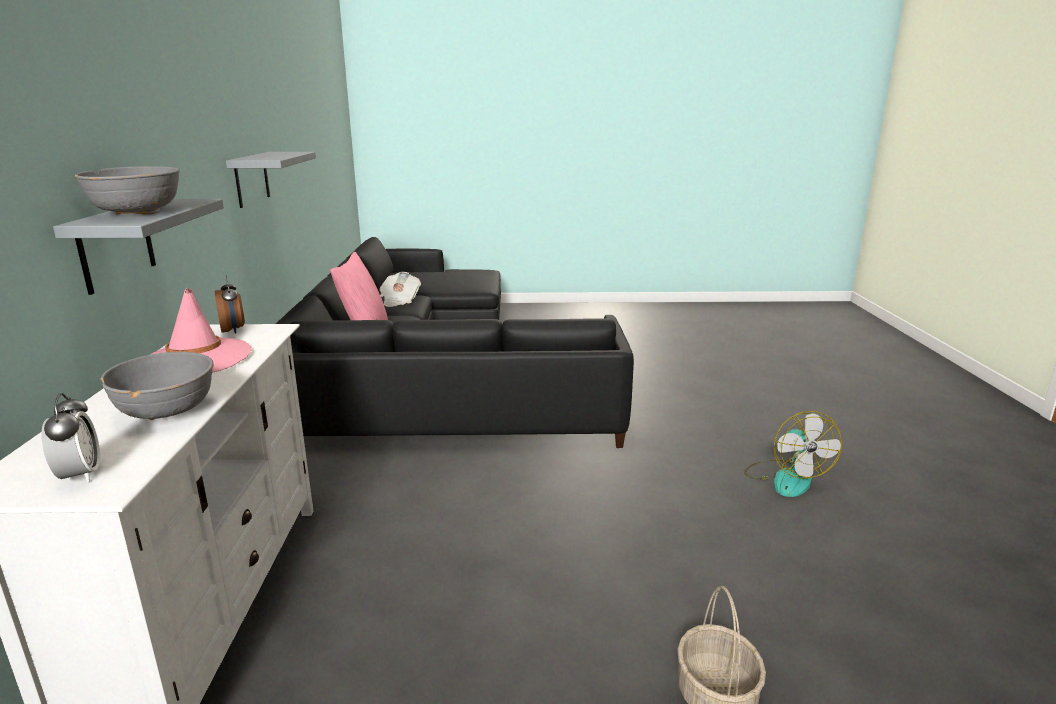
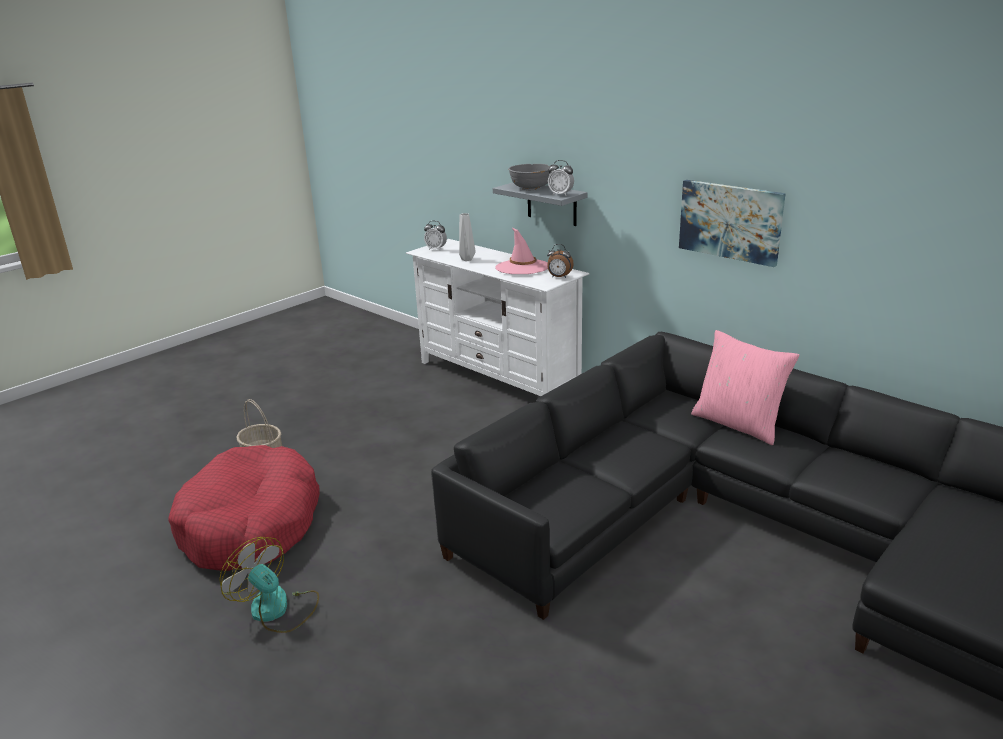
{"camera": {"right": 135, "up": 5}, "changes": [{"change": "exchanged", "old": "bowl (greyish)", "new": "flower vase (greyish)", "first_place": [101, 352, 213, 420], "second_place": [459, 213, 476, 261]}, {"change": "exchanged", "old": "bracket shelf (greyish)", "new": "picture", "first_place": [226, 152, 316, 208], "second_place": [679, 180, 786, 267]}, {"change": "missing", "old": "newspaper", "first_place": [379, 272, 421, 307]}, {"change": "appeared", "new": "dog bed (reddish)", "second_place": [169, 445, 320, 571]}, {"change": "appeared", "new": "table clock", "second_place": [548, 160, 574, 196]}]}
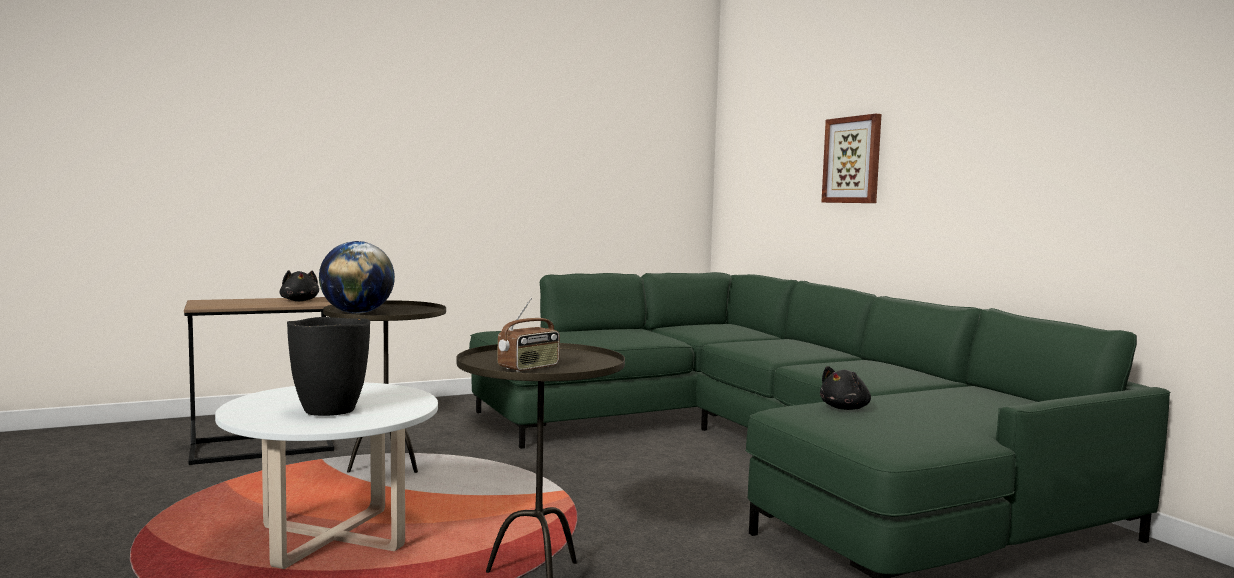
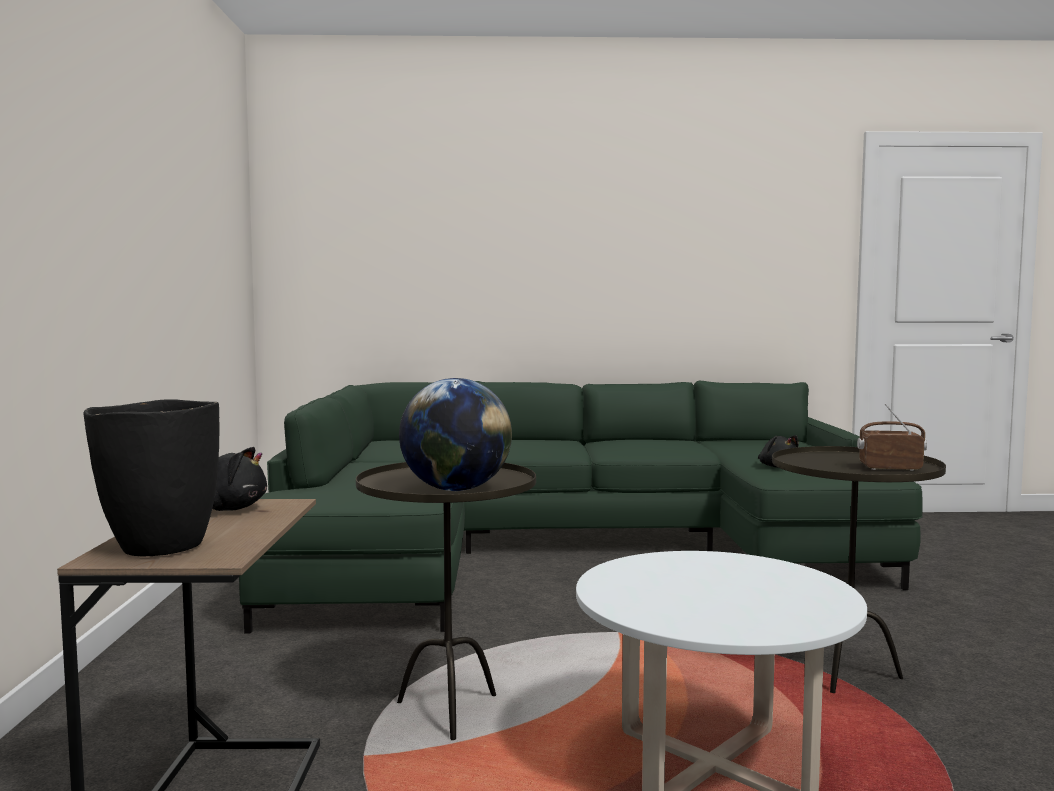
{"camera": {"right": -65, "up": 0}, "changes": [{"change": "relocated", "old": "flower vase (black-coloured)", "first_place": [287, 317, 370, 416], "second_place": [83, 399, 219, 557]}, {"change": "spun", "old": "radio receiver", "first_place": [498, 298, 560, 372], "second_place": [857, 404, 927, 471], "degrees": -60}, {"change": "missing", "old": "picture", "first_place": [821, 114, 881, 203]}]}
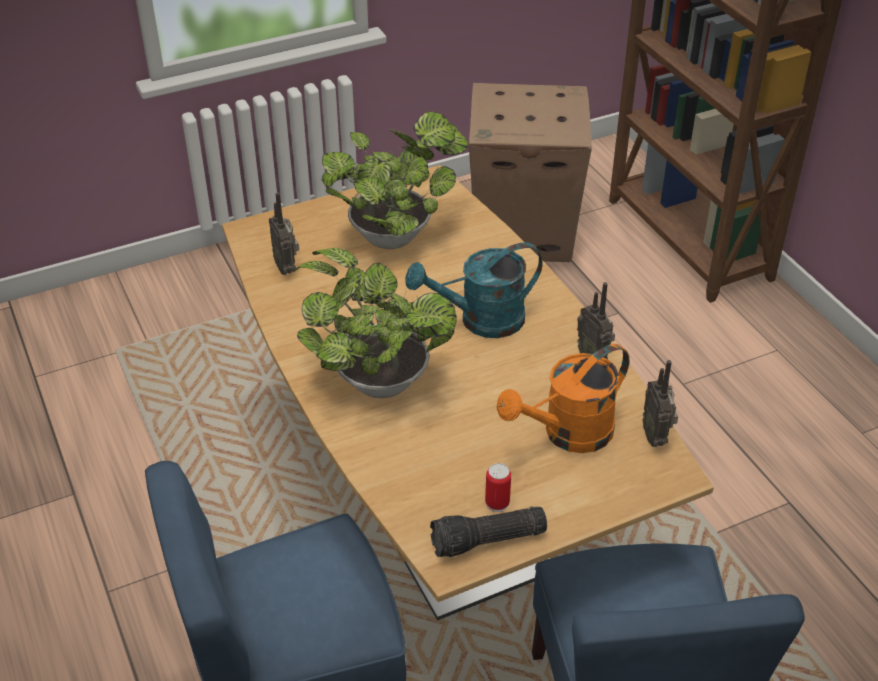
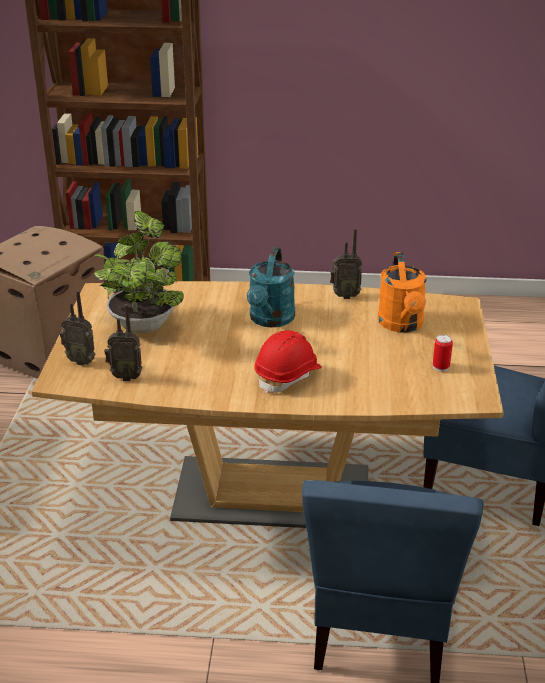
{"camera": {"right": -60, "up": -10}, "changes": [{"change": "exchanged", "old": "houseplant", "new": "safety helmet (reddish)", "first_place": [293, 248, 457, 398], "second_place": [254, 330, 322, 394]}, {"change": "missing", "old": "flashlight", "first_place": [430, 507, 547, 557]}, {"change": "relocated", "old": "radio receiver", "first_place": [643, 360, 678, 447], "second_place": [60, 290, 95, 366]}]}
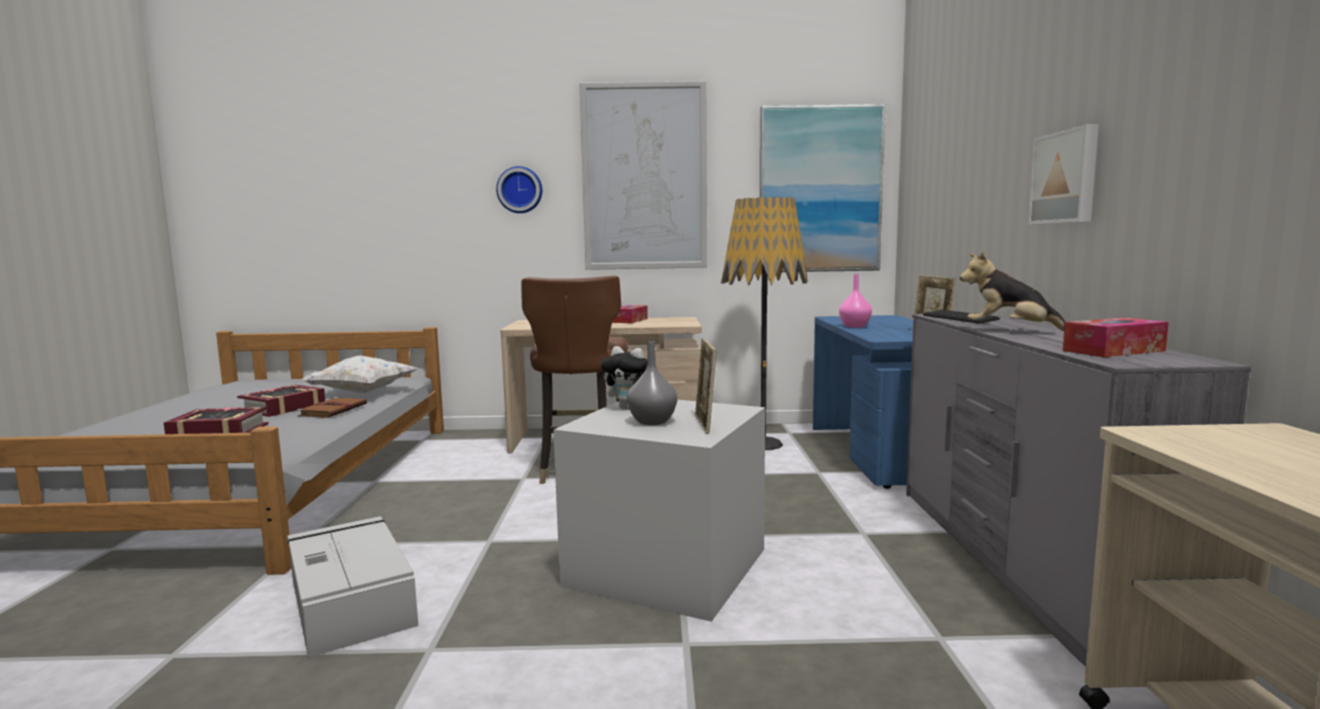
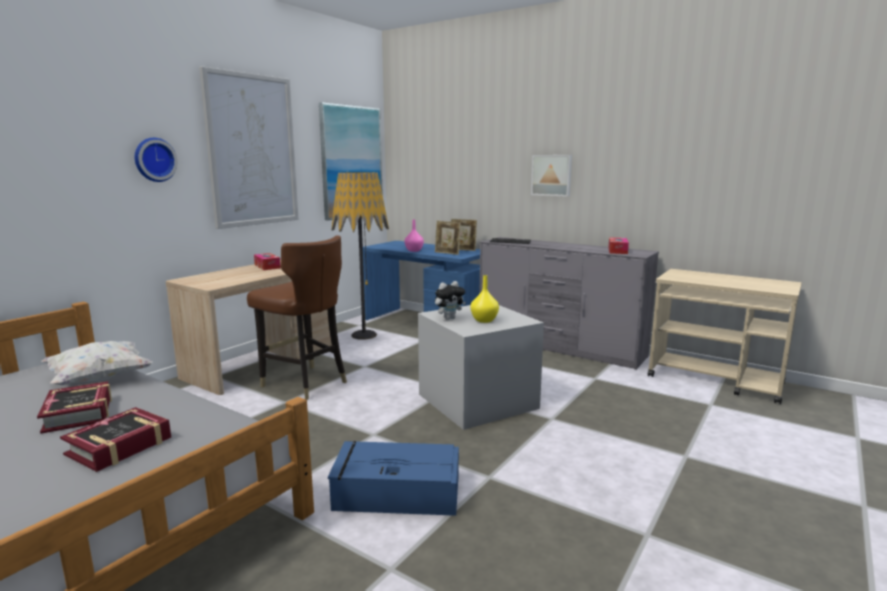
{"camera": {"right": -55, "up": 5}, "changes": [{"change": "colour", "old": "storage box (greyish)", "new": "storage box (blue)", "first_place": [287, 516, 418, 658], "second_place": [328, 441, 459, 516]}, {"change": "missing", "old": "volume (brown)", "first_place": [297, 397, 367, 418]}, {"change": "colour", "old": "flower vase (greyish)", "new": "flower vase (yellowish)", "first_place": [627, 341, 677, 425], "second_place": [471, 275, 499, 323]}, {"change": "relocated", "old": "standing frame", "first_place": [695, 338, 717, 434], "second_place": [435, 220, 461, 255]}, {"change": "missing", "old": "plush toy", "first_place": [960, 251, 1066, 331]}]}
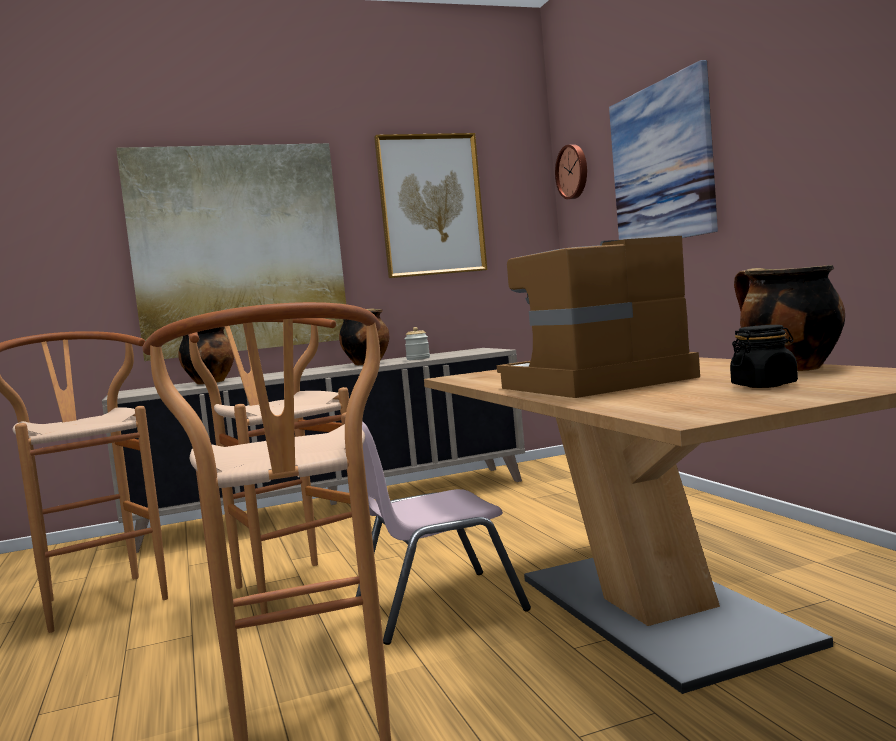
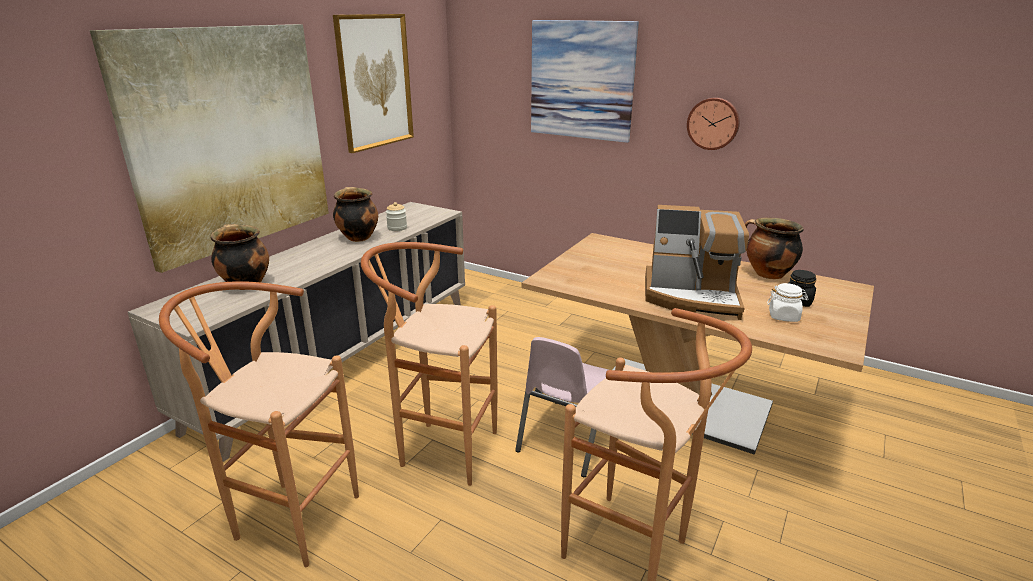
{"camera": {"right": -40, "up": 20}, "changes": [{"change": "spun", "old": "coffee machine", "first_place": [497, 236, 700, 398], "second_place": [645, 205, 749, 320], "degrees": -105}, {"change": "relocated", "old": "hanging clock", "first_place": [555, 144, 587, 199], "second_place": [687, 97, 740, 150]}, {"change": "appeared", "new": "jar (white)", "second_place": [767, 283, 808, 322]}]}
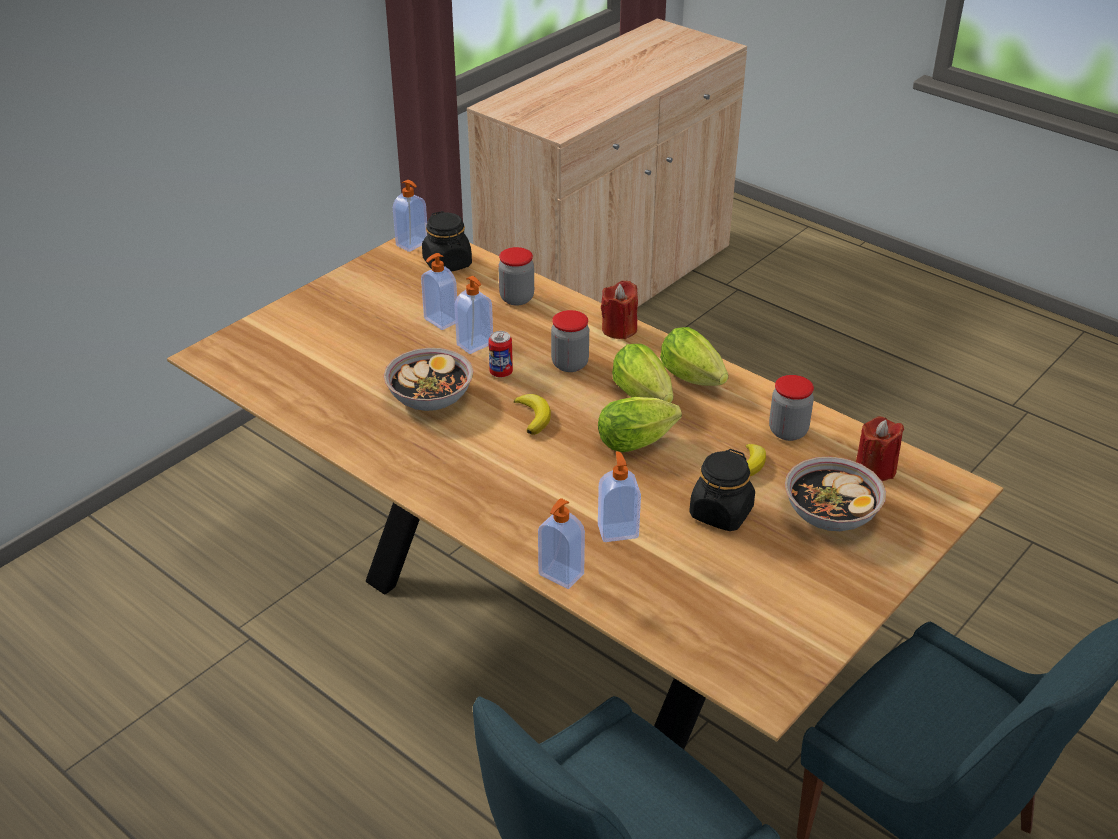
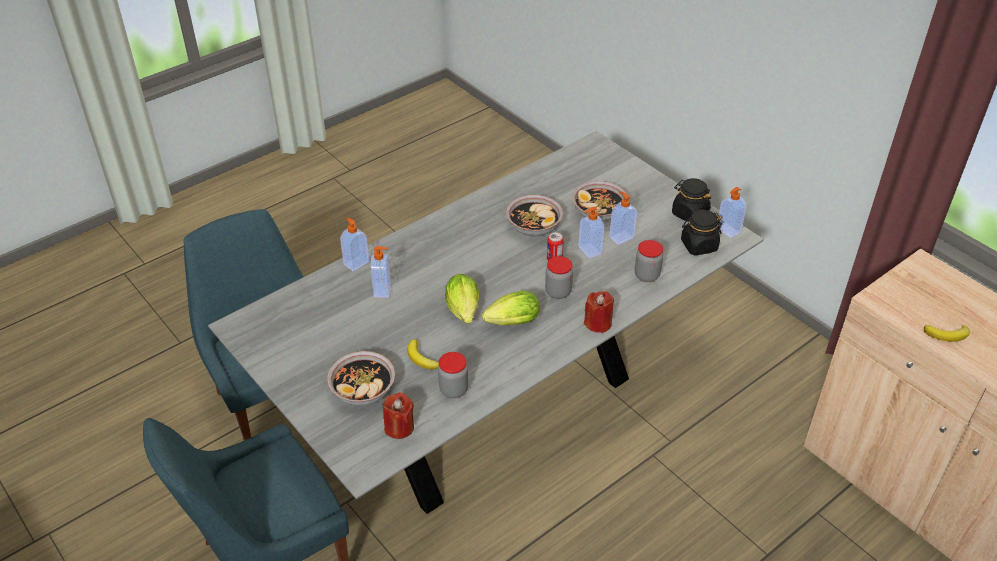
{"camera": {"right": 100, "up": 5}, "changes": [{"change": "colour", "old": "dinner table (brown)", "new": "dinner table (greyish)", "first_place": [167, 238, 1004, 749], "second_place": [208, 131, 764, 514]}, {"change": "relocated", "old": "whole banana", "first_place": [514, 394, 551, 435], "second_place": [924, 325, 970, 342]}, {"change": "missing", "old": "lettuce", "first_place": [660, 327, 728, 386]}, {"change": "relocated", "old": "jar (black-coloured)", "first_place": [689, 449, 755, 531], "second_place": [672, 178, 711, 222]}, {"change": "appeared", "new": "bowl", "second_place": [572, 181, 626, 222]}]}
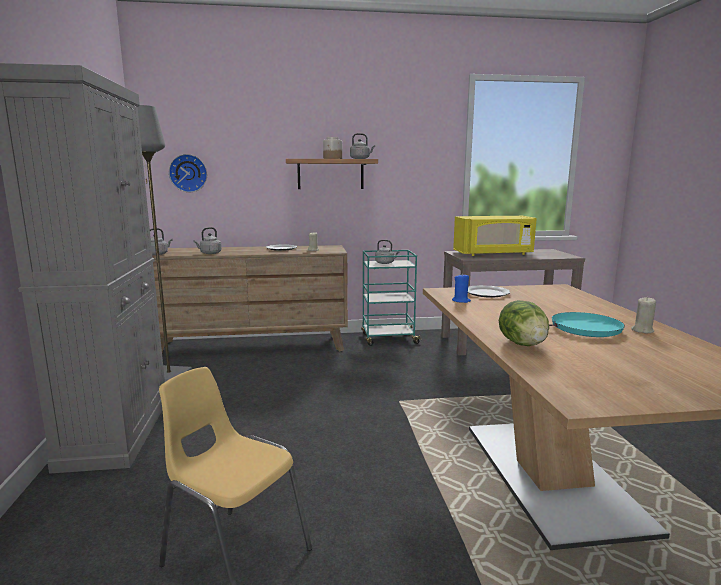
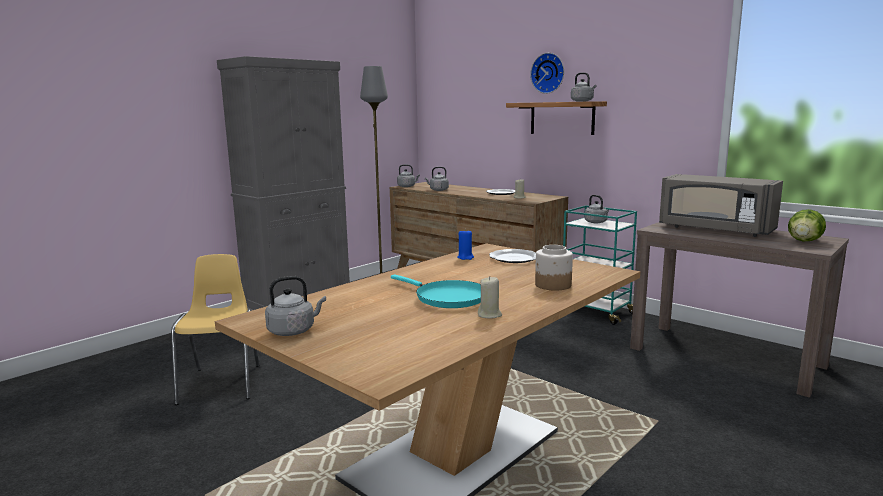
{"camera": {"right": 50, "up": 0}, "changes": [{"change": "relocated", "old": "hanging clock", "first_place": [169, 154, 207, 192], "second_place": [530, 53, 564, 94]}, {"change": "relocated", "old": "jar", "first_place": [323, 137, 342, 159], "second_place": [535, 245, 573, 291]}, {"change": "colour", "old": "microwave oven (yellowish)", "new": "microwave oven (greyish)", "first_place": [453, 216, 537, 256], "second_place": [659, 174, 783, 237]}, {"change": "relocated", "old": "lettuce", "first_place": [499, 300, 549, 346], "second_place": [788, 209, 826, 241]}, {"change": "appeared", "new": "tea kettle (greyish)", "second_place": [265, 276, 326, 336]}]}
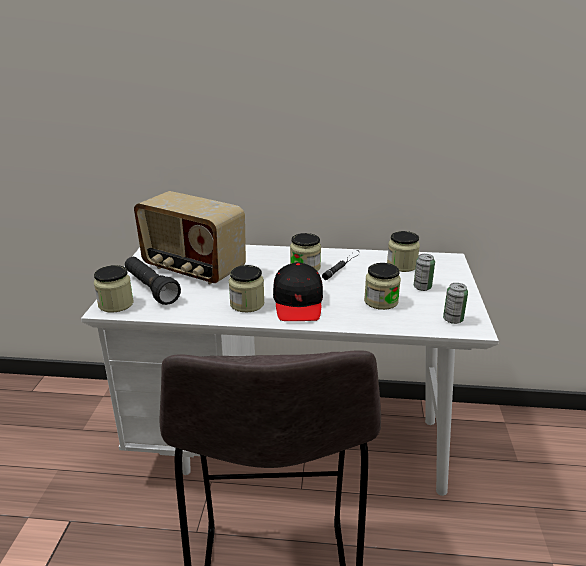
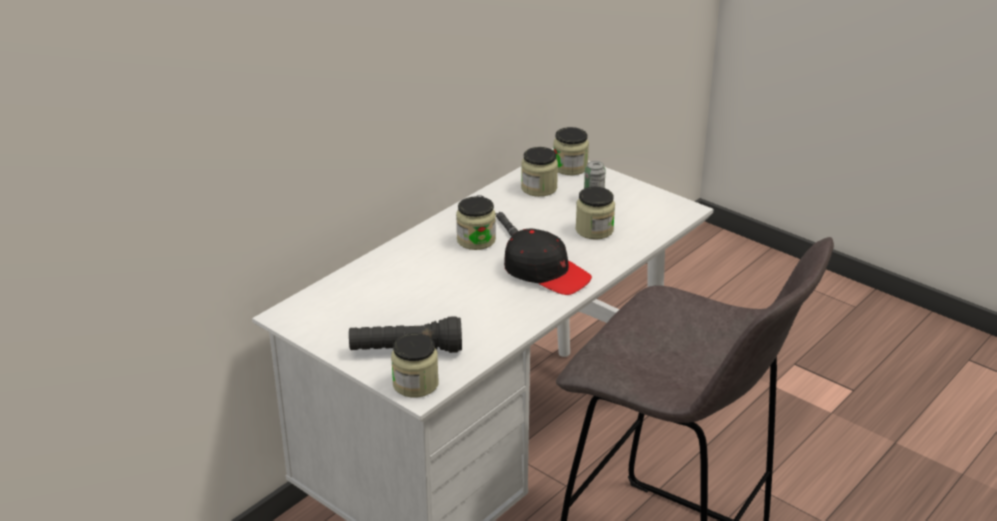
{"camera": {"right": -55, "up": 5}, "changes": [{"change": "missing", "old": "radio receiver", "first_place": [134, 191, 246, 284]}, {"change": "relocated", "old": "jar", "first_place": [229, 265, 265, 312], "second_place": [553, 127, 589, 175]}, {"change": "missing", "old": "metal can", "first_place": [443, 283, 468, 324]}]}
